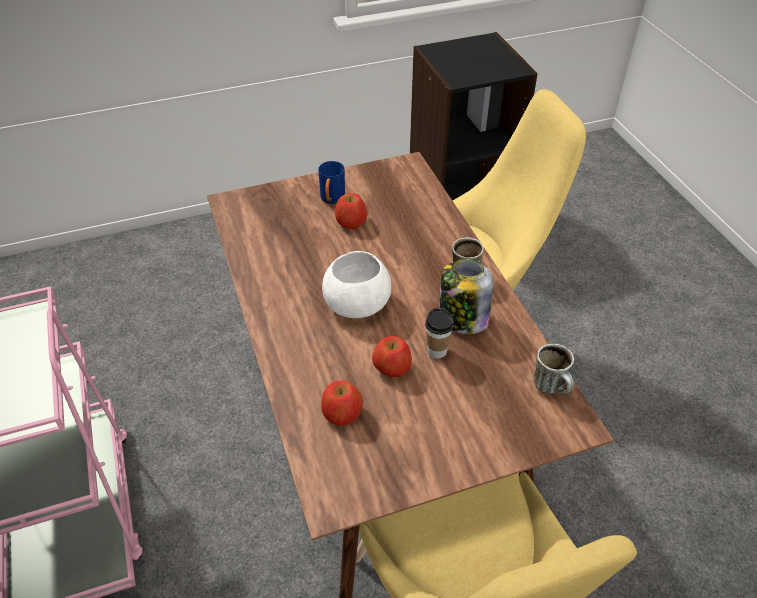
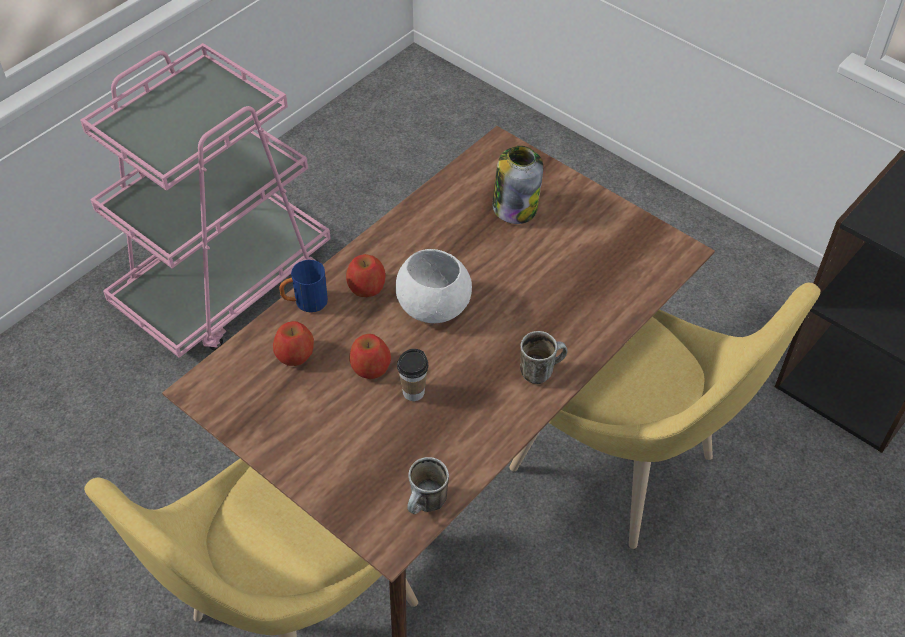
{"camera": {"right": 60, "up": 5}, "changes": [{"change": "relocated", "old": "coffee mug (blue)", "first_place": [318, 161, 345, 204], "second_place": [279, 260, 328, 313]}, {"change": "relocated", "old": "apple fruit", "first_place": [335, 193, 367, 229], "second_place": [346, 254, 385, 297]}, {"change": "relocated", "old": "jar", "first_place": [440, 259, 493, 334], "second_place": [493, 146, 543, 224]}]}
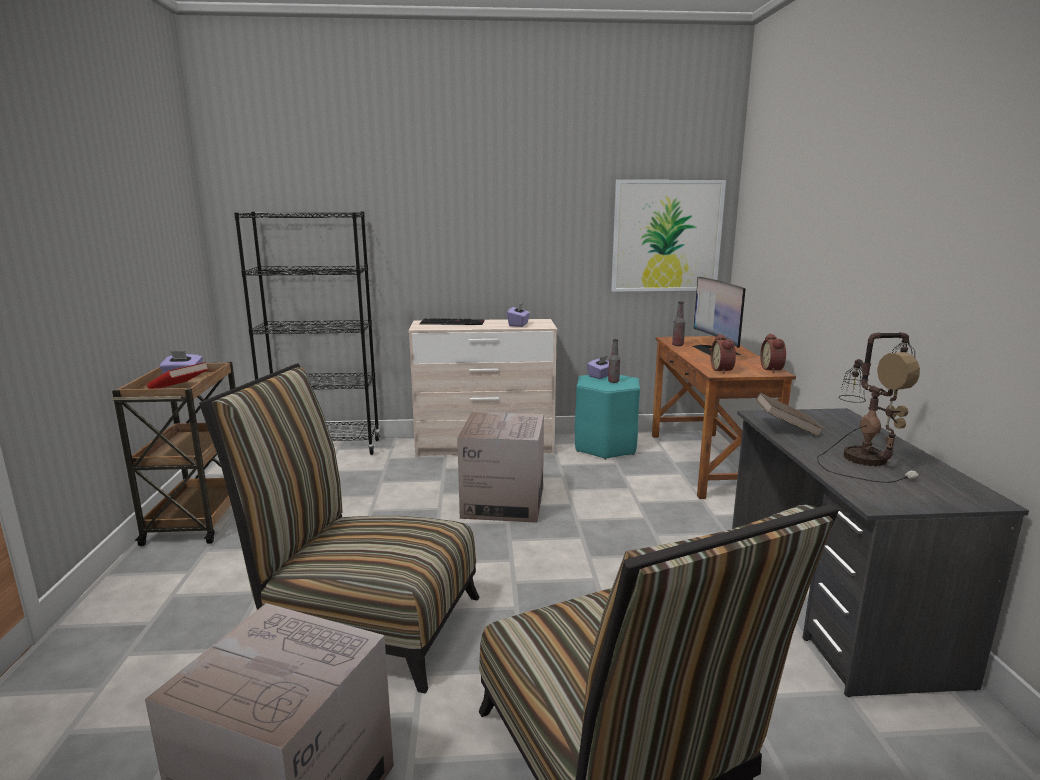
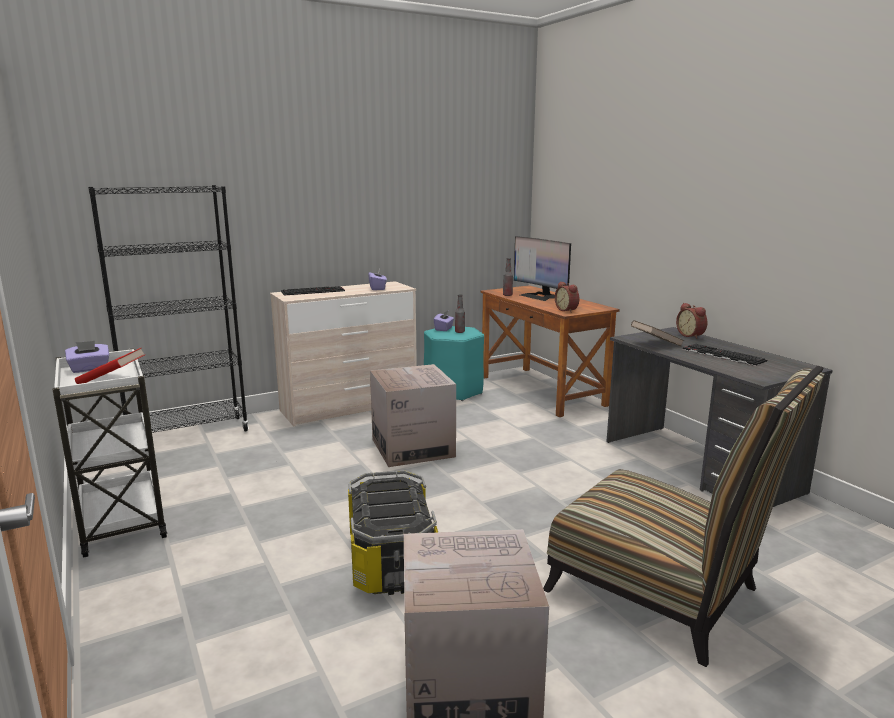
{"camera": {"right": -25, "up": 0}, "changes": [{"change": "colour", "old": "cart (brown)", "new": "cart (white)", "first_place": [112, 362, 236, 546], "second_place": [52, 348, 167, 558]}, {"change": "exchanged", "old": "plain chair", "new": "storage box", "first_place": [199, 363, 479, 693], "second_place": [348, 470, 438, 595]}, {"change": "missing", "old": "picture", "first_place": [611, 180, 726, 292]}, {"change": "relocated", "old": "table clock", "first_place": [760, 334, 786, 373], "second_place": [676, 303, 707, 339]}, {"change": "exchanged", "old": "lamp for a table", "new": "PC keyboard", "first_place": [817, 332, 920, 483], "second_place": [683, 344, 767, 366]}]}
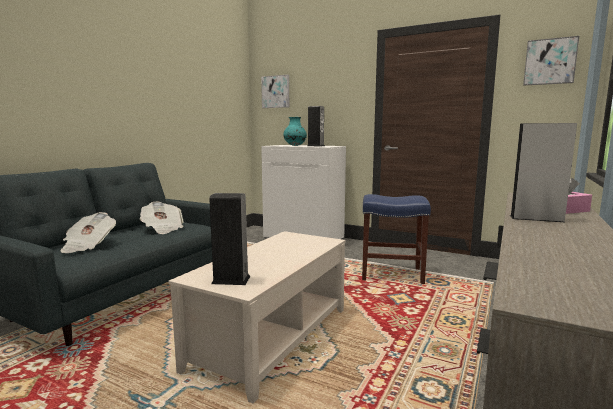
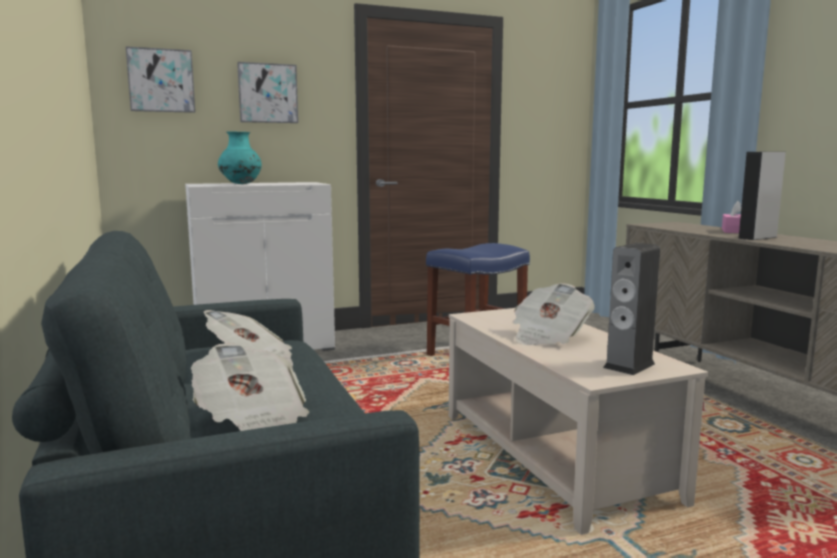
{"camera": {"right": -50, "up": 0}, "changes": [{"change": "missing", "old": "speaker", "first_place": [307, 106, 325, 146]}, {"change": "relocated", "old": "picture", "first_place": [523, 36, 579, 86], "second_place": [237, 62, 298, 123]}, {"change": "appeared", "new": "newspaper", "second_place": [512, 283, 595, 345]}]}
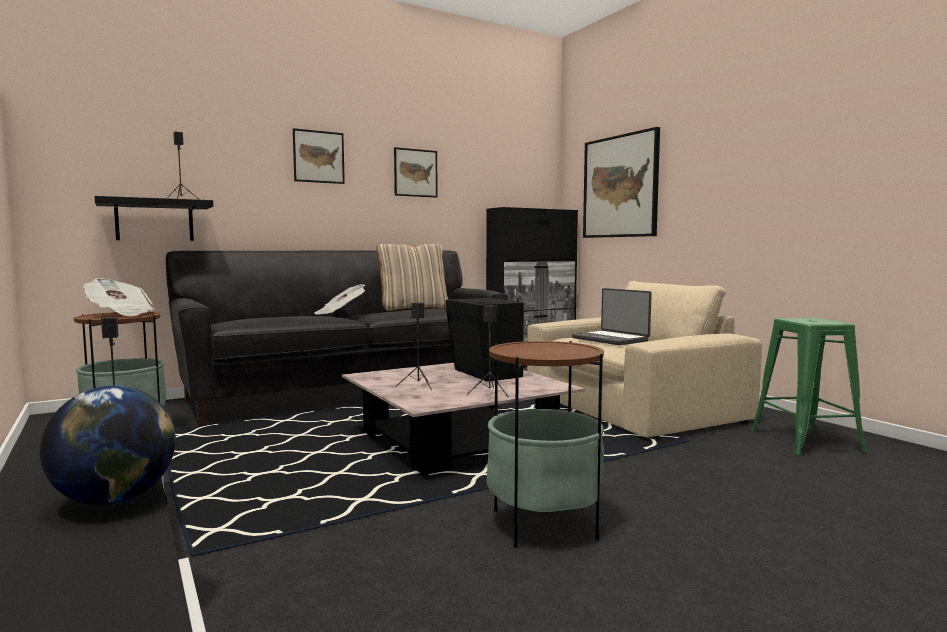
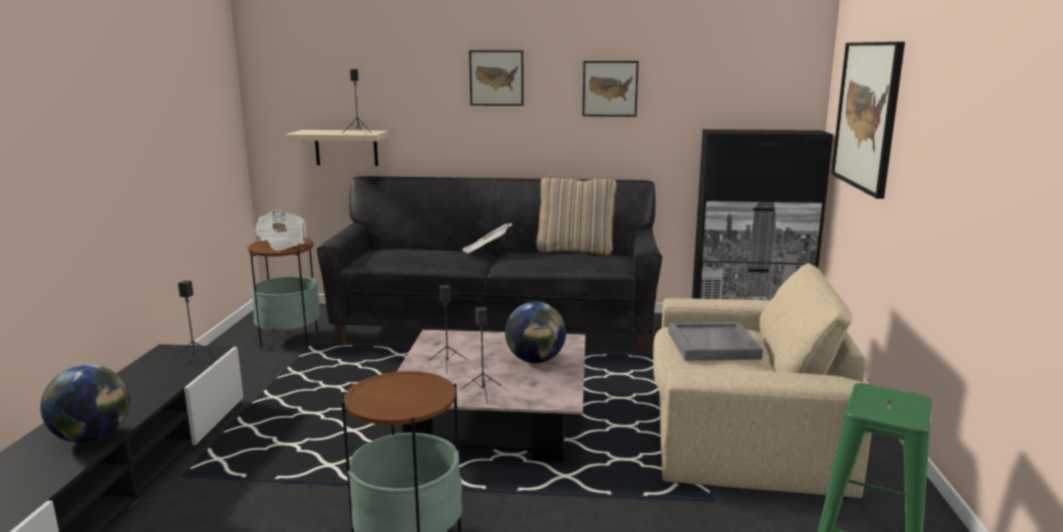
{"camera": {"right": 35, "up": 10}, "changes": [{"change": "colour", "old": "bracket shelf (black-coloured)", "new": "bracket shelf (beige)", "first_place": [94, 196, 213, 241], "second_place": [285, 130, 389, 166]}, {"change": "exchanged", "old": "speaker (black-coloured)", "new": "desk globe", "first_place": [446, 295, 524, 382], "second_place": [505, 302, 566, 363]}, {"change": "exchanged", "old": "portable computer", "new": "tray (greyish)", "first_place": [572, 288, 652, 345], "second_place": [668, 322, 763, 361]}]}
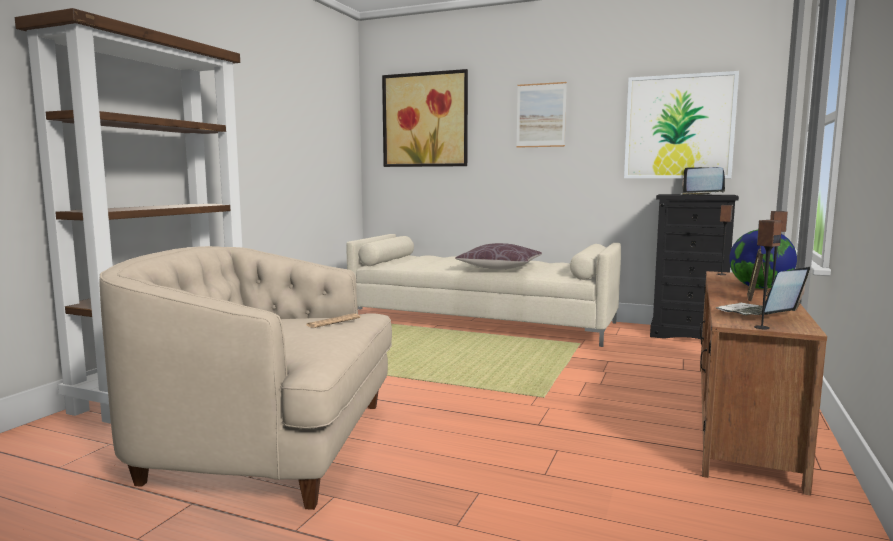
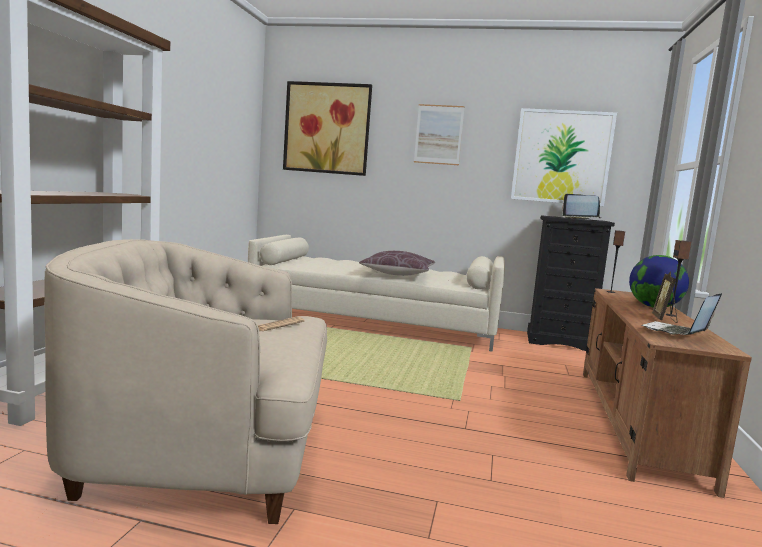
{"camera": {"right": -10, "up": 0}, "changes": [{"change": "missing", "old": "speaker", "first_place": [754, 220, 782, 329]}]}
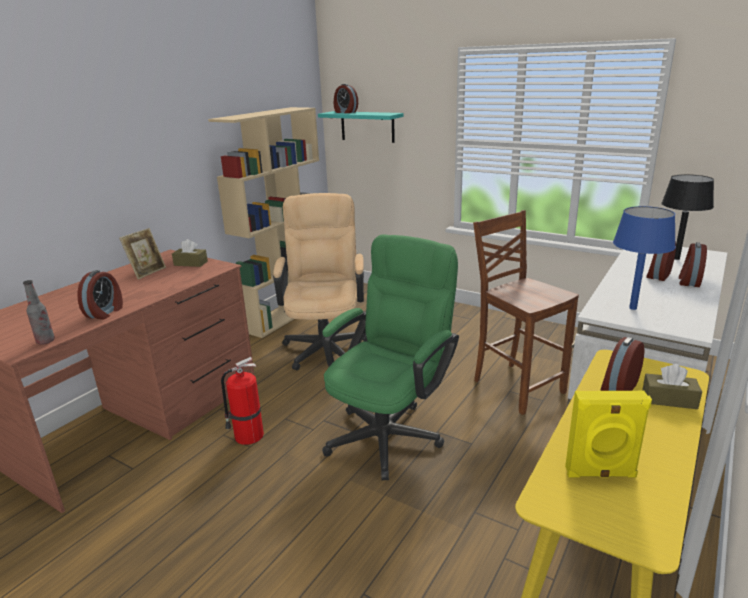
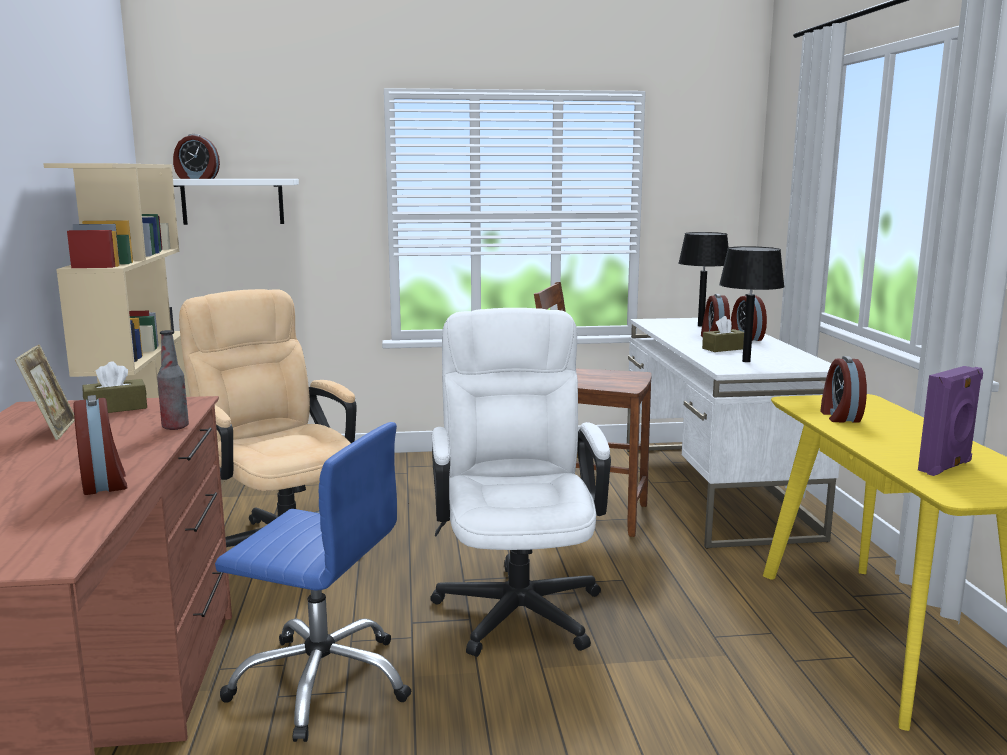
{"camera": {"right": -40, "up": -10}, "changes": [{"change": "relocated", "old": "beverage bottle", "first_place": [23, 280, 55, 345], "second_place": [157, 330, 189, 430]}, {"change": "exchanged", "old": "extinguisher", "new": "office chair (blue)", "first_place": [221, 357, 264, 445], "second_place": [215, 422, 412, 742]}, {"change": "colour", "old": "bracket shelf (blue-green)", "new": "bracket shelf (white)", "first_place": [318, 111, 404, 143], "second_place": [173, 179, 299, 225]}, {"change": "colour", "old": "office chair (green)", "new": "office chair (white)", "first_place": [322, 234, 459, 480], "second_place": [430, 308, 611, 657]}, {"change": "colour", "old": "speaker (yellowish)", "new": "speaker (purple)", "first_place": [565, 391, 652, 478], "second_place": [918, 366, 983, 476]}, {"change": "colour", "old": "lamp for a table (blue)", "new": "lamp for a table (black-coloured)", "first_place": [613, 206, 676, 310], "second_place": [719, 246, 785, 362]}, {"change": "relocated", "old": "tissue holder (brown)", "first_place": [642, 364, 702, 409], "second_place": [702, 316, 744, 352]}]}
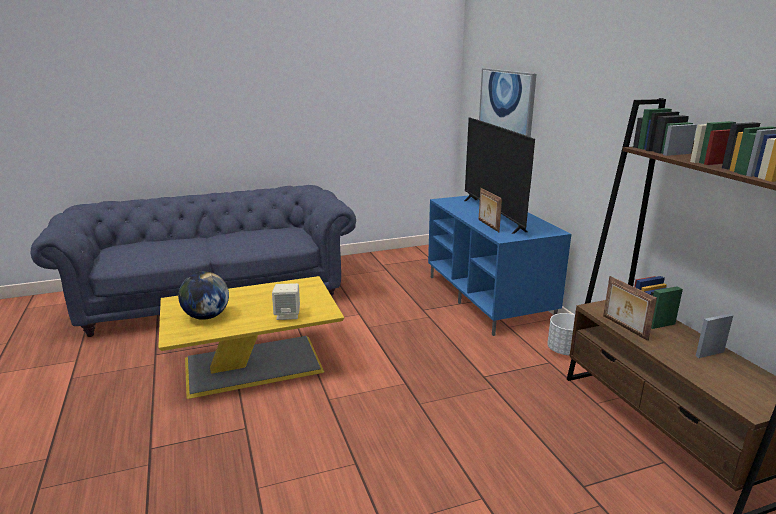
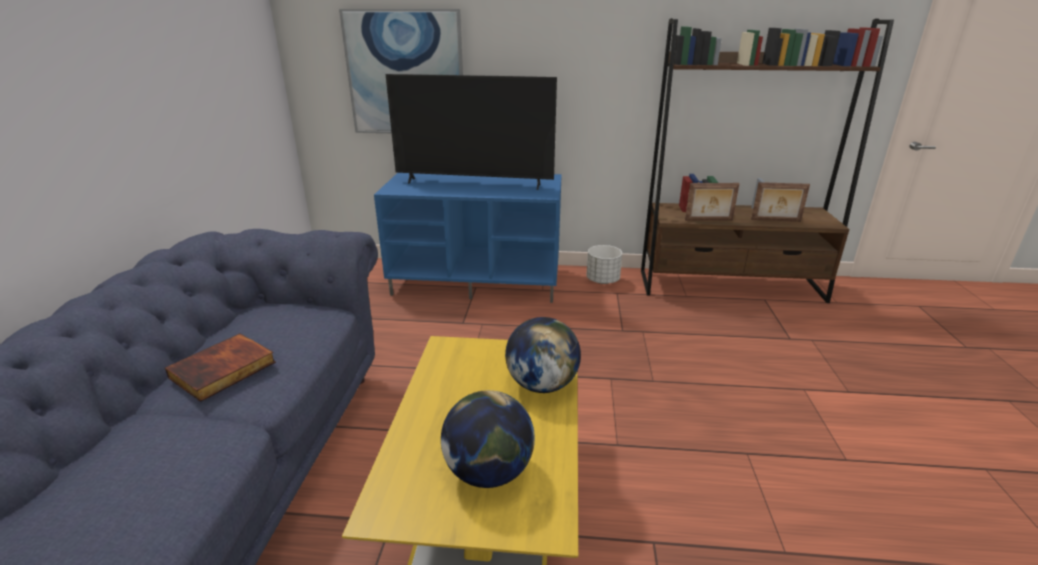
{"camera": {"right": -65, "up": 5}, "changes": [{"change": "exchanged", "old": "speaker (beige)", "new": "desk globe", "first_place": [272, 283, 300, 320], "second_place": [505, 317, 581, 393]}, {"change": "relocated", "old": "standing frame", "first_place": [478, 188, 502, 232], "second_place": [751, 182, 810, 222]}, {"change": "appeared", "new": "volume", "second_place": [165, 333, 276, 402]}]}
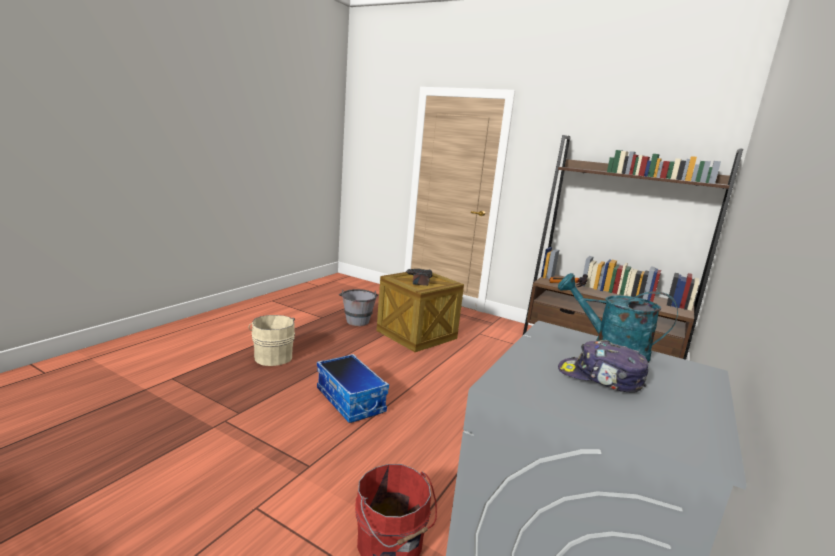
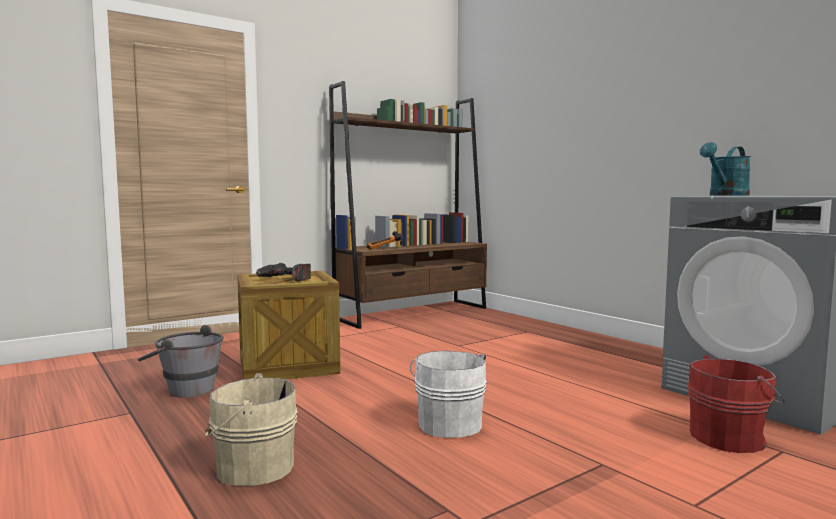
{"camera": {"right": -65, "up": -10}, "changes": [{"change": "exchanged", "old": "storage box", "new": "water bucket (white)", "first_place": [317, 354, 389, 423], "second_place": [410, 351, 487, 438]}, {"change": "missing", "old": "peaked cap", "first_place": [558, 340, 648, 393]}]}
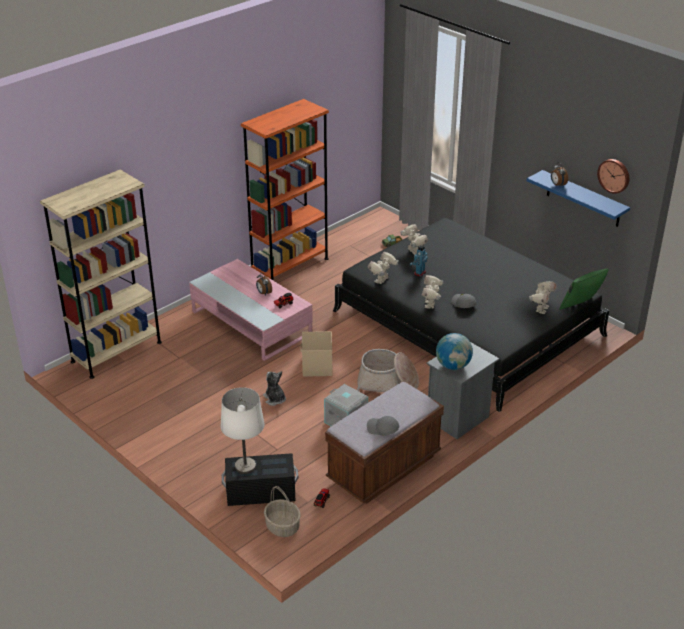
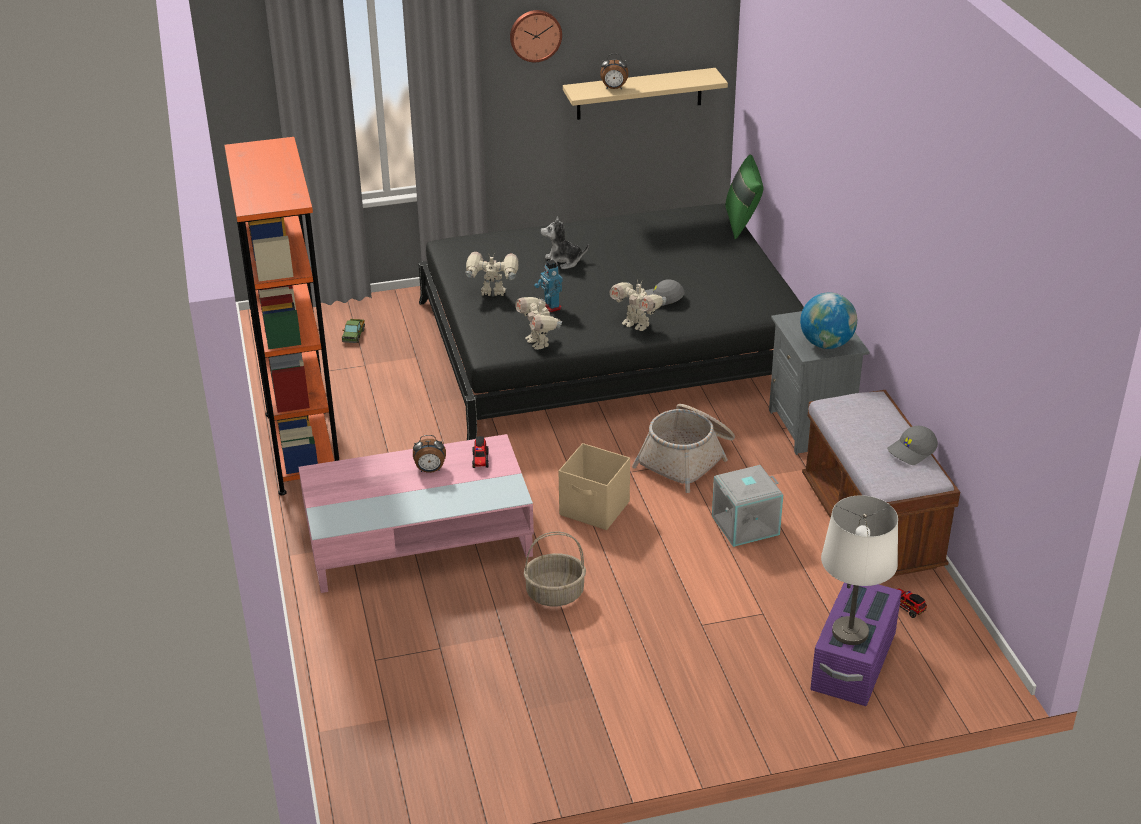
{"camera": {"right": -60, "up": 0}, "changes": [{"change": "missing", "old": "bookshelf (beige)", "first_place": [40, 170, 162, 379]}, {"change": "colour", "old": "storage box (black-coloured)", "new": "storage box (purple)", "first_place": [222, 453, 298, 506], "second_place": [810, 583, 902, 706]}, {"change": "relocated", "old": "plush toy", "first_place": [263, 371, 286, 406], "second_place": [541, 217, 589, 269]}, {"change": "relocated", "old": "household basket", "first_place": [264, 486, 301, 537], "second_place": [524, 531, 586, 606]}, {"change": "colour", "old": "bracket shelf (blue)", "new": "bracket shelf (beige)", "first_place": [527, 170, 630, 227], "second_place": [563, 68, 728, 120]}, {"change": "missing", "old": "model robot", "first_place": [529, 281, 557, 314]}, {"change": "relocated", "old": "hanging clock", "first_place": [597, 159, 629, 194], "second_place": [510, 10, 562, 62]}]}
